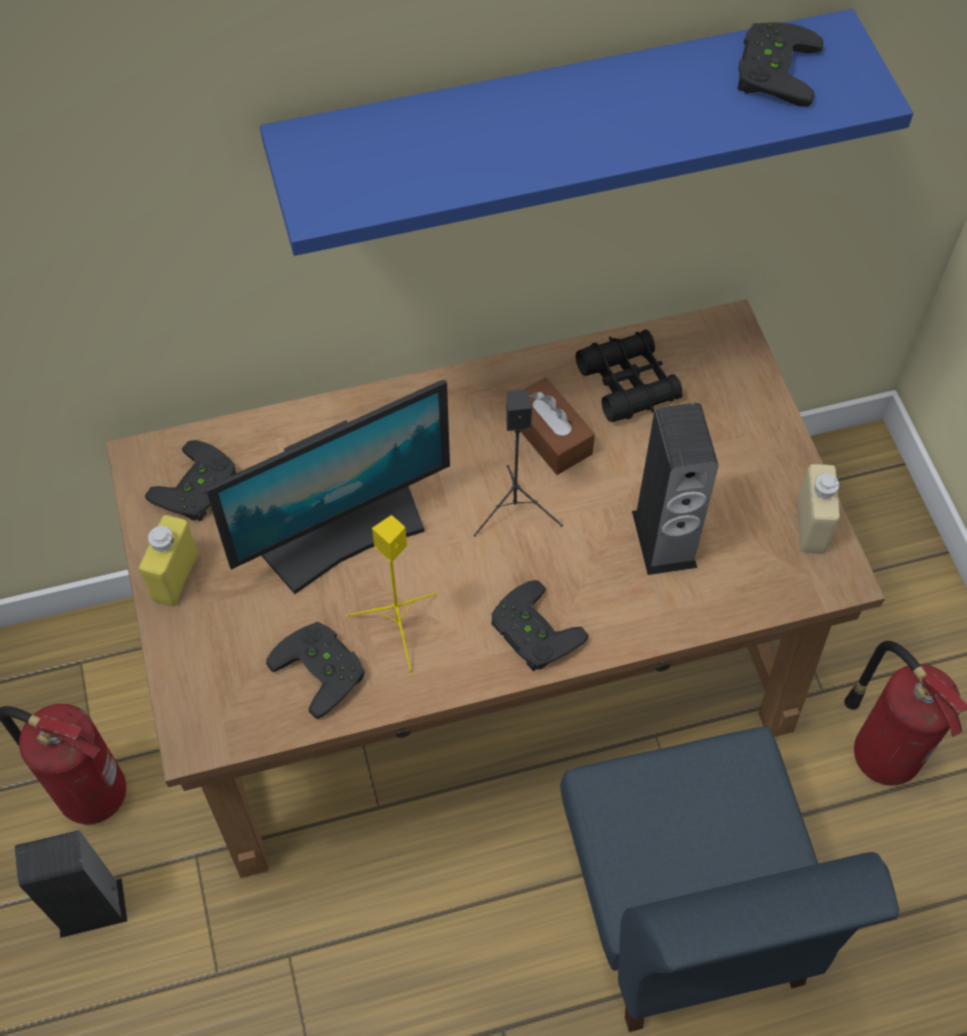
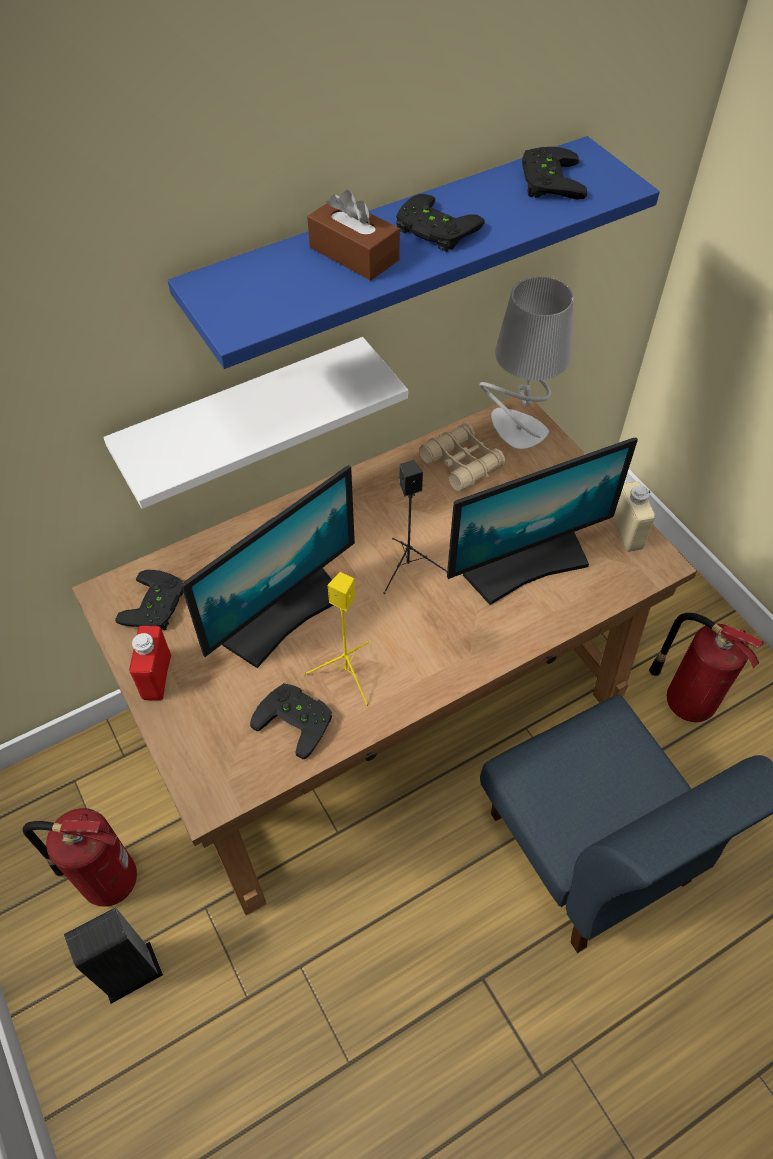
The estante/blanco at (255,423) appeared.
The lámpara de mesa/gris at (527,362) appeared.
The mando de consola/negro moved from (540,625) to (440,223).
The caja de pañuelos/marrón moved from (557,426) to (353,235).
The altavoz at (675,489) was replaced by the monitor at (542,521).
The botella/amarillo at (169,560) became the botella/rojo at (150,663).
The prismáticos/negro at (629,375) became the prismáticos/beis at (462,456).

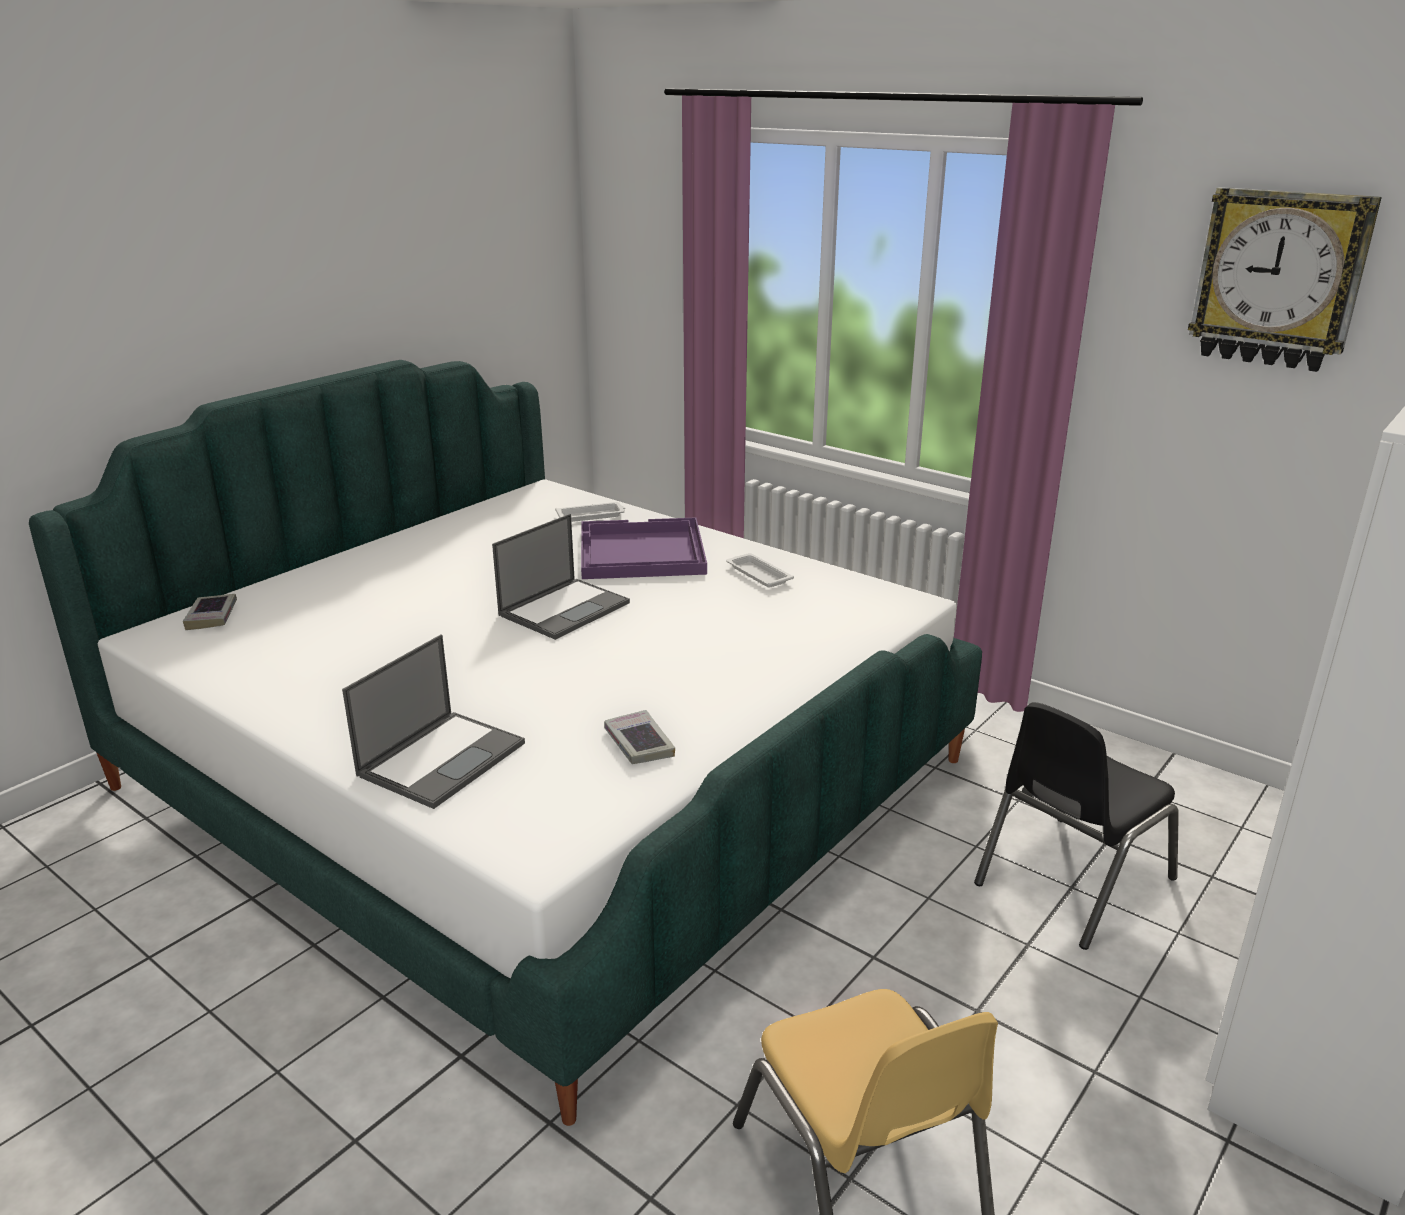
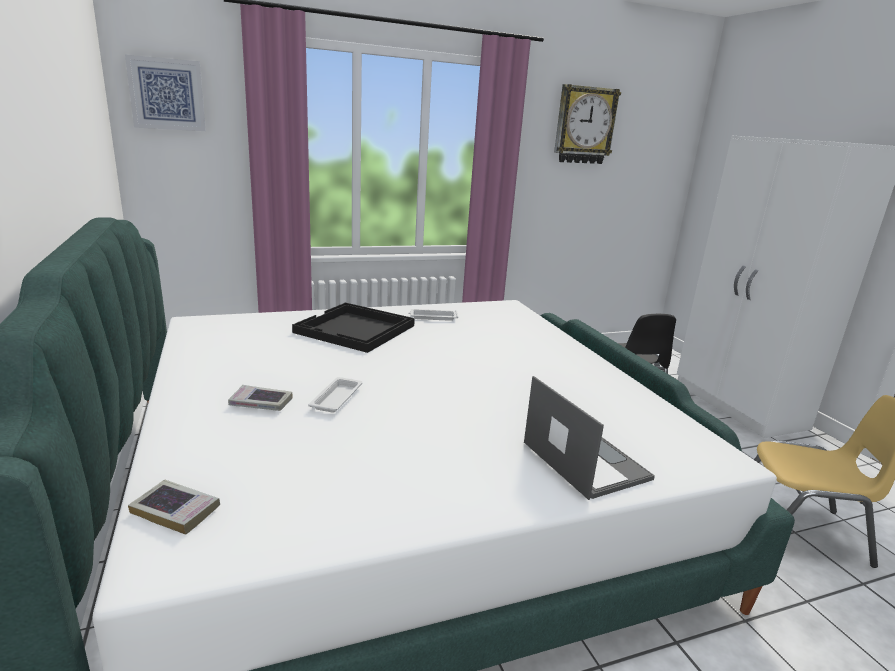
The portátil at (561,577) disappeared.
The cuadro at (165,93) appeared.
The bandeja/blanco moved from (590,512) to (335,395).
The libro moved from (639,737) to (260,398).
The bandeja/morado at (644,548) became the bandeja/negro at (353,327).

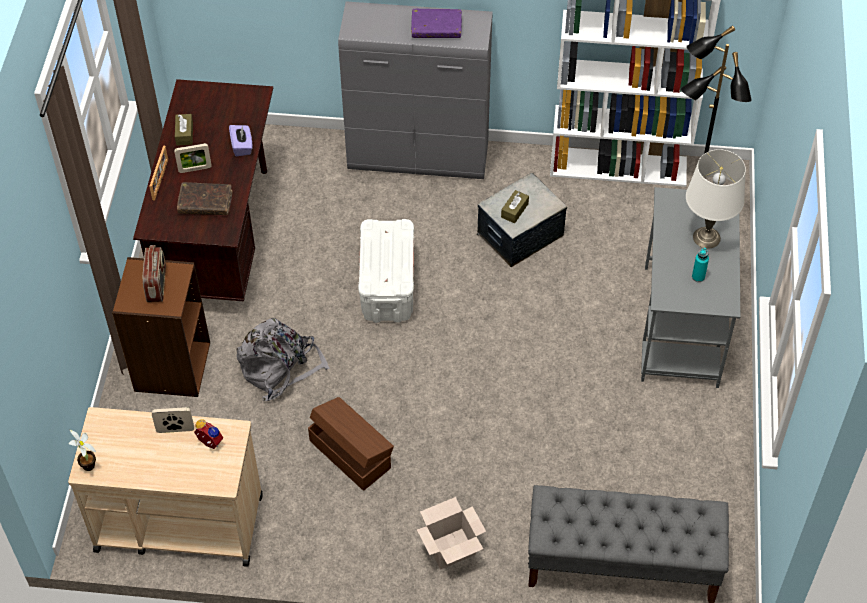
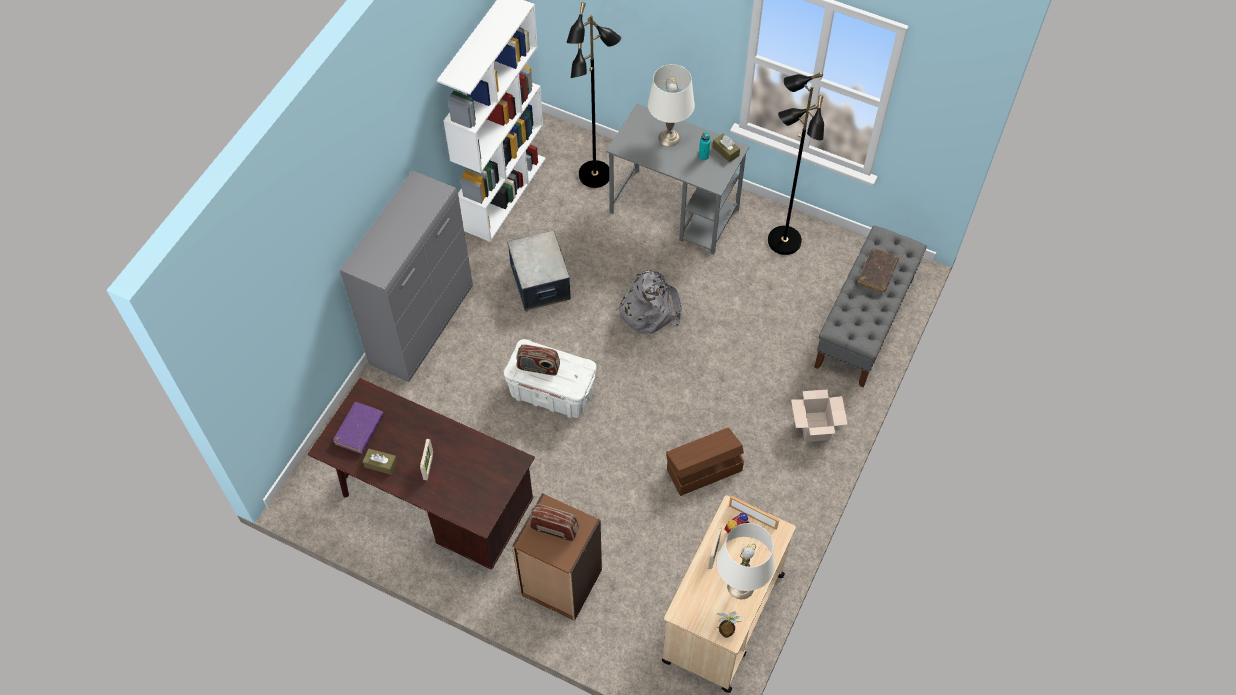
The caja de pañuelos/morado at (240,141) disappeared.
The radio at (538,359) appeared.
The lámpara de mesa/blanco at (746,561) appeared.
The lámpara de pie/negro at (796,163) appeared.
The portarretratos moved from (158,173) to (754,513).
The libro/marrón moved from (204,198) to (878,270).
The mochila/gris moved from (283,359) to (649,302).
The libro/morado moved from (436,23) to (358,428).
The caja de pañuelos/marrón moved from (515,206) to (726,148).

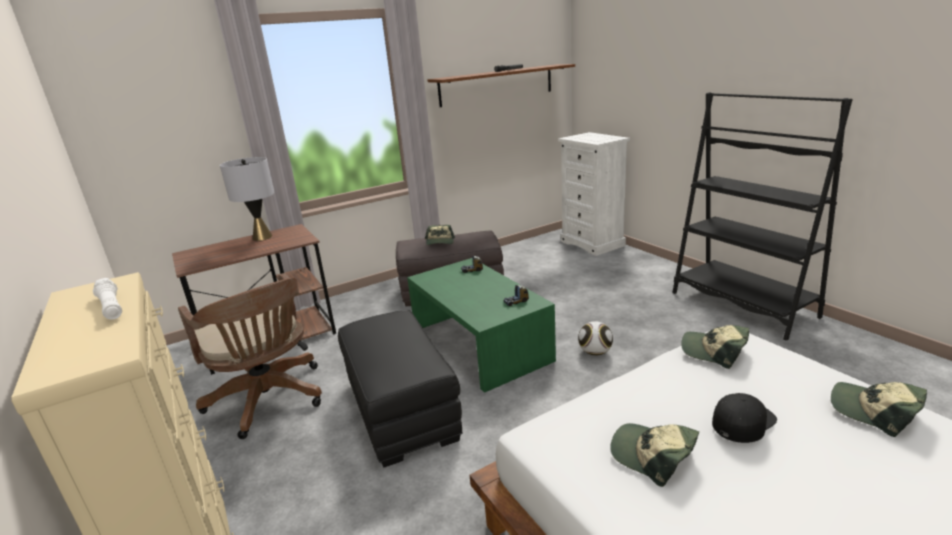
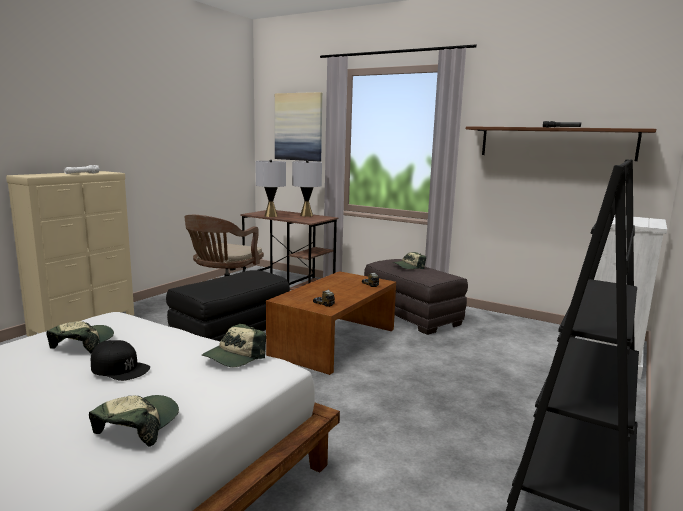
The balón de fútbol at (595,338) disappeared.
The lámpara de mesa/gris at (270,188) appeared.
The cuadro at (298,126) appeared.
The mesa de centro/verde at (481,325) became the mesa de centro/marrón at (331,323).
The gorra at (715,347) turned 150 degrees counterclockwise.

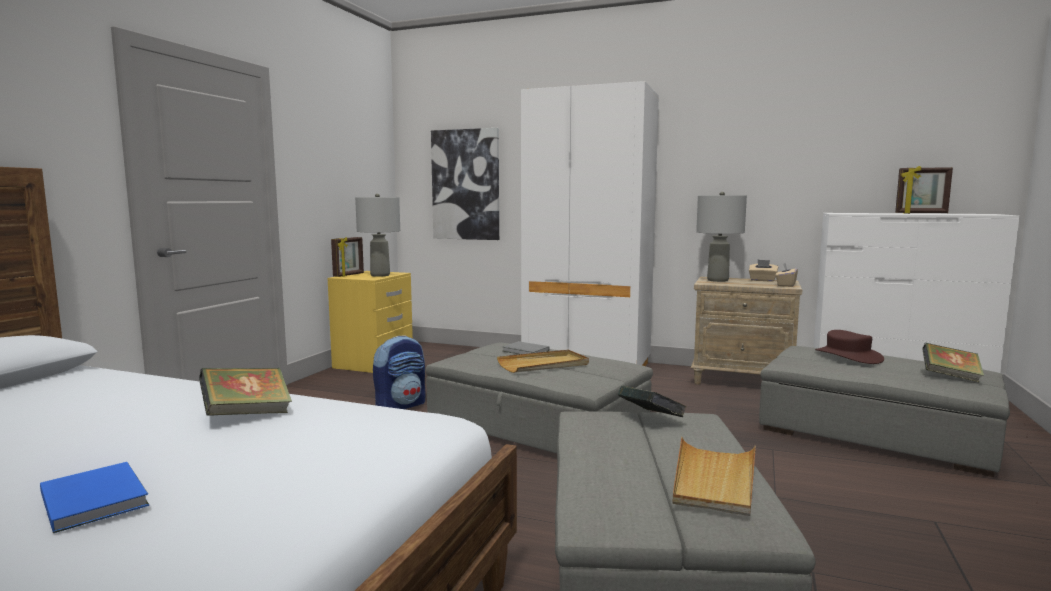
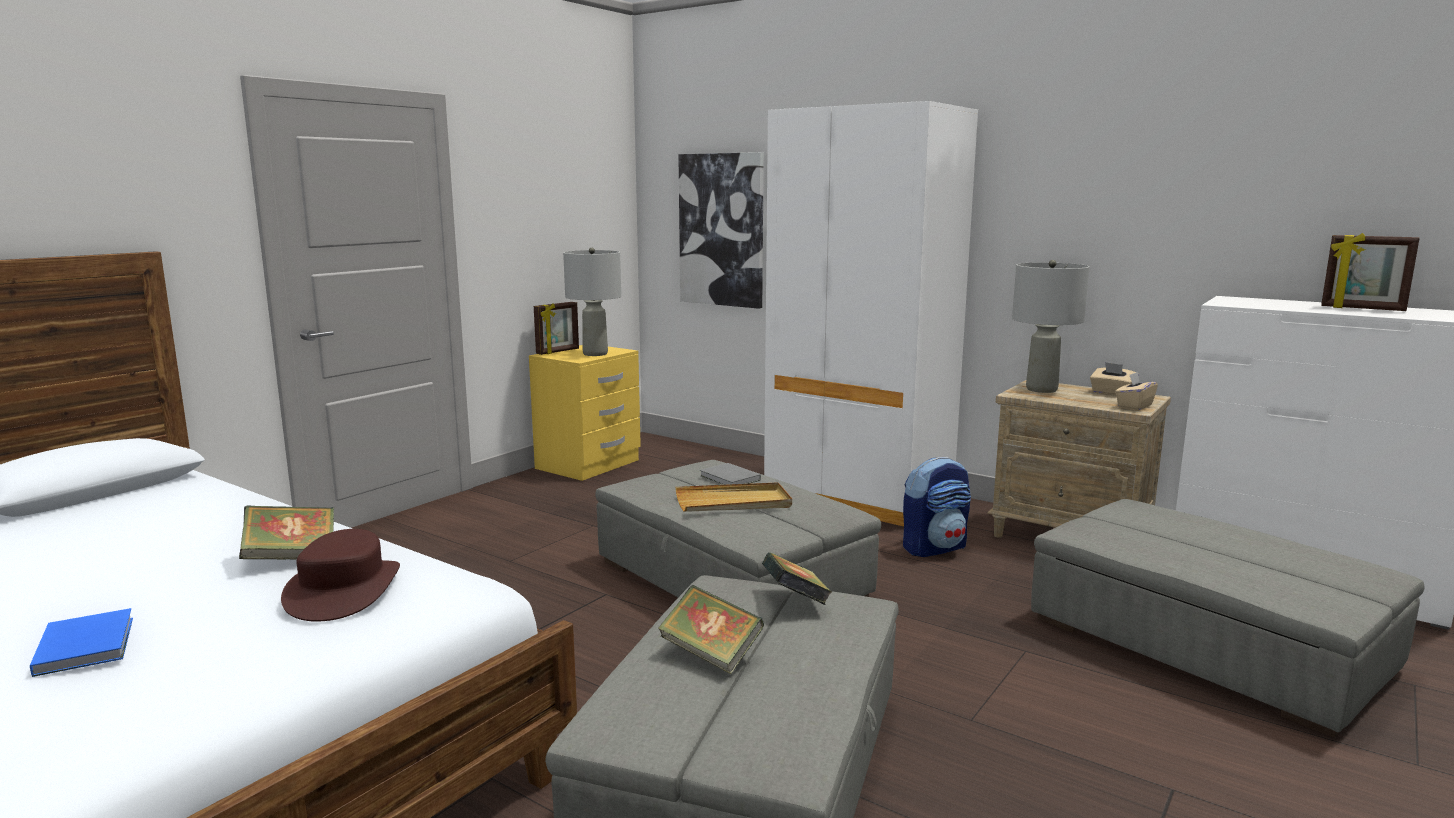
The bandeja/beis at (714,476) disappeared.
The mochila moved from (399,372) to (937,507).
The sombrero/marrón moved from (849,347) to (340,575).
The libro moved from (953,362) to (711,629).

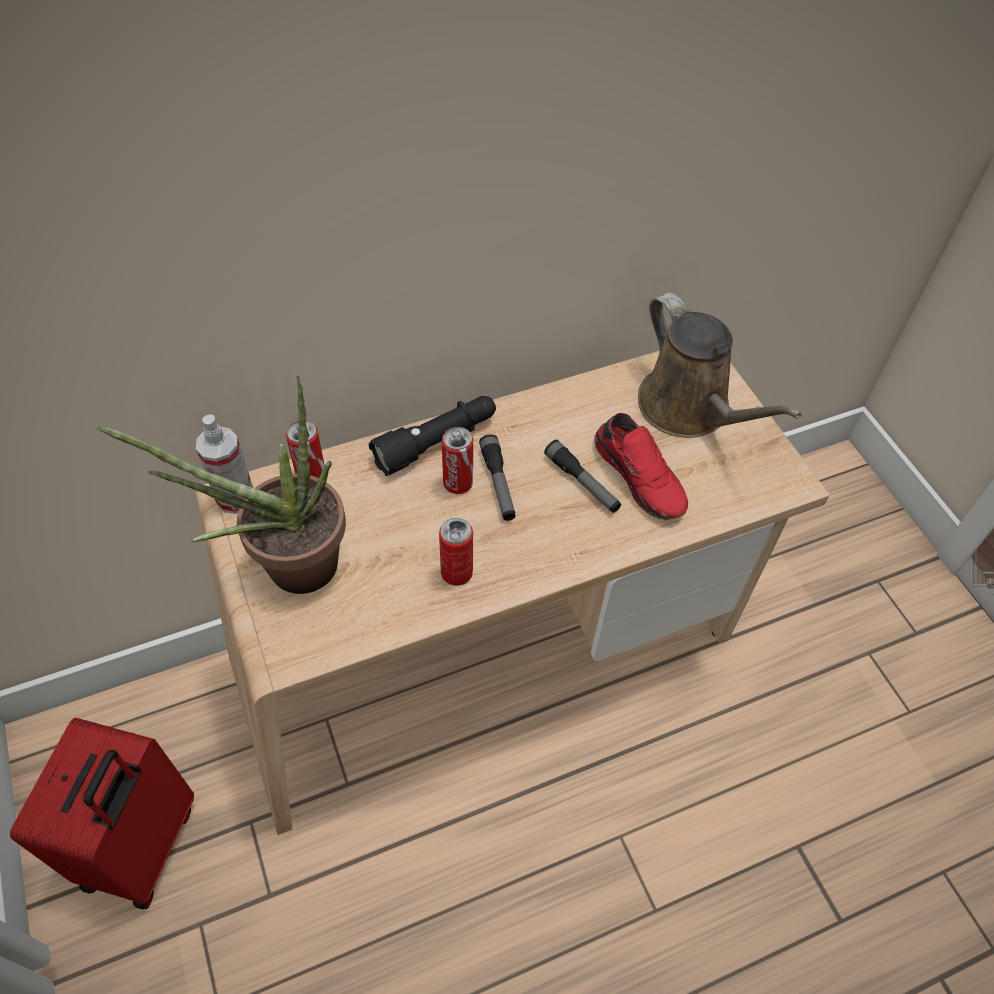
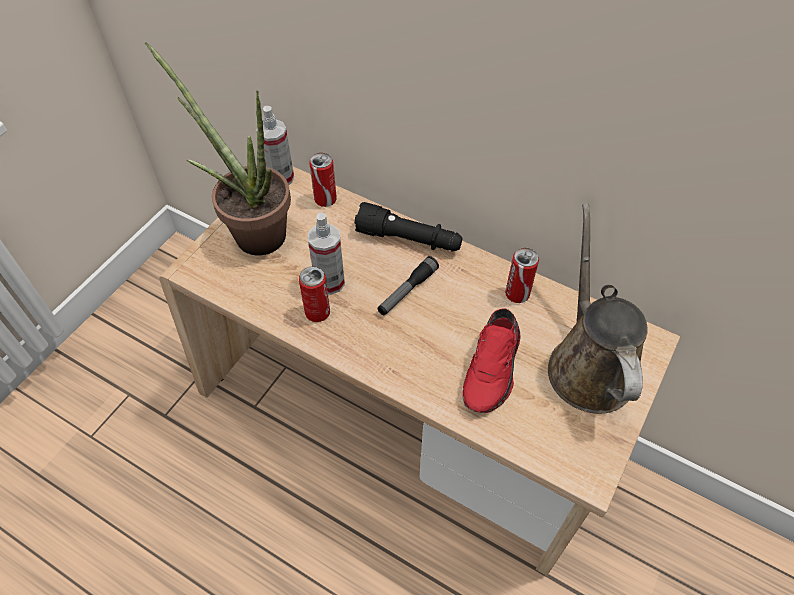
The maleta/rojo at (102,813) disappeared.
The linterna at (582,476) disappeared.
The pulverizador at (326,253) appeared.
The lata moved from (457,460) to (522,275).
The regadera/marrón at (720,365) turned 150 degrees clockwise.

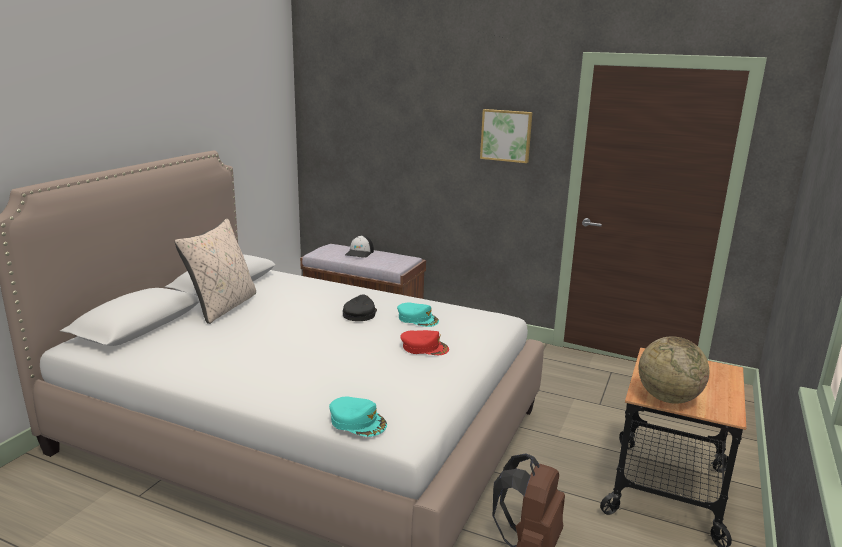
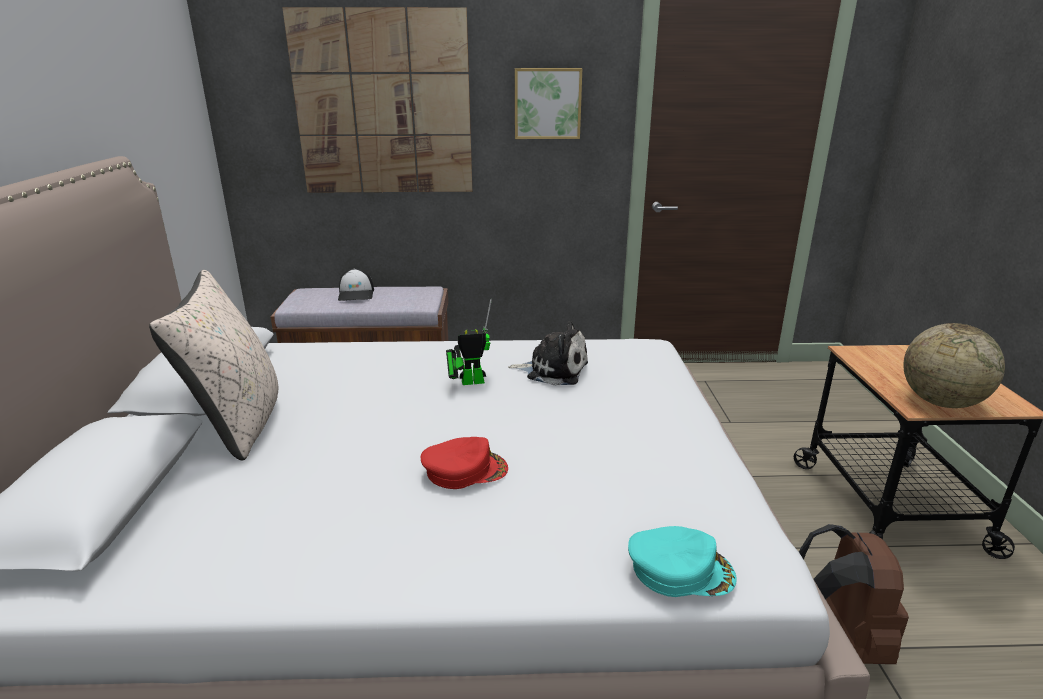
The cuadro at (377,100) appeared.
The gorra/rojo moved from (424,342) to (464,463).
The gorra/negro at (360,308) was replaced by the robot de juguete at (469,342).
The gorra/turquesa at (418,315) was replaced by the peluche at (548,353).

